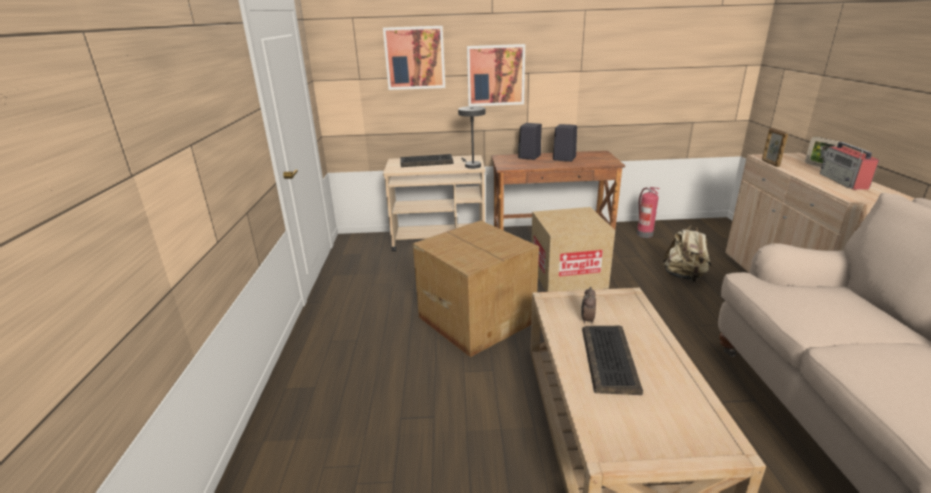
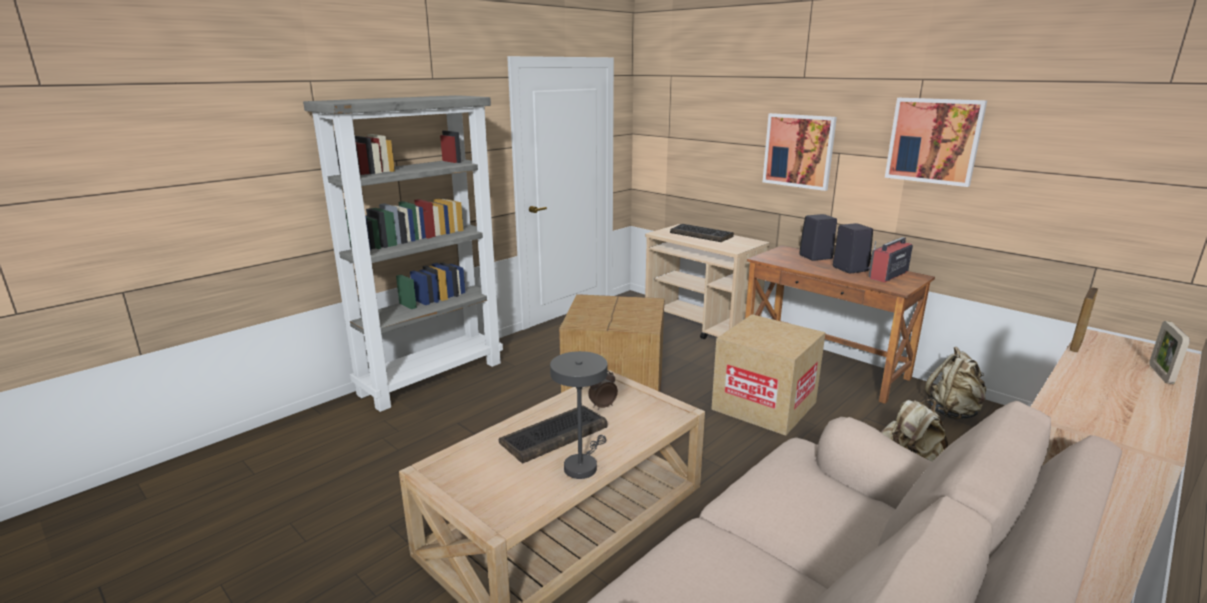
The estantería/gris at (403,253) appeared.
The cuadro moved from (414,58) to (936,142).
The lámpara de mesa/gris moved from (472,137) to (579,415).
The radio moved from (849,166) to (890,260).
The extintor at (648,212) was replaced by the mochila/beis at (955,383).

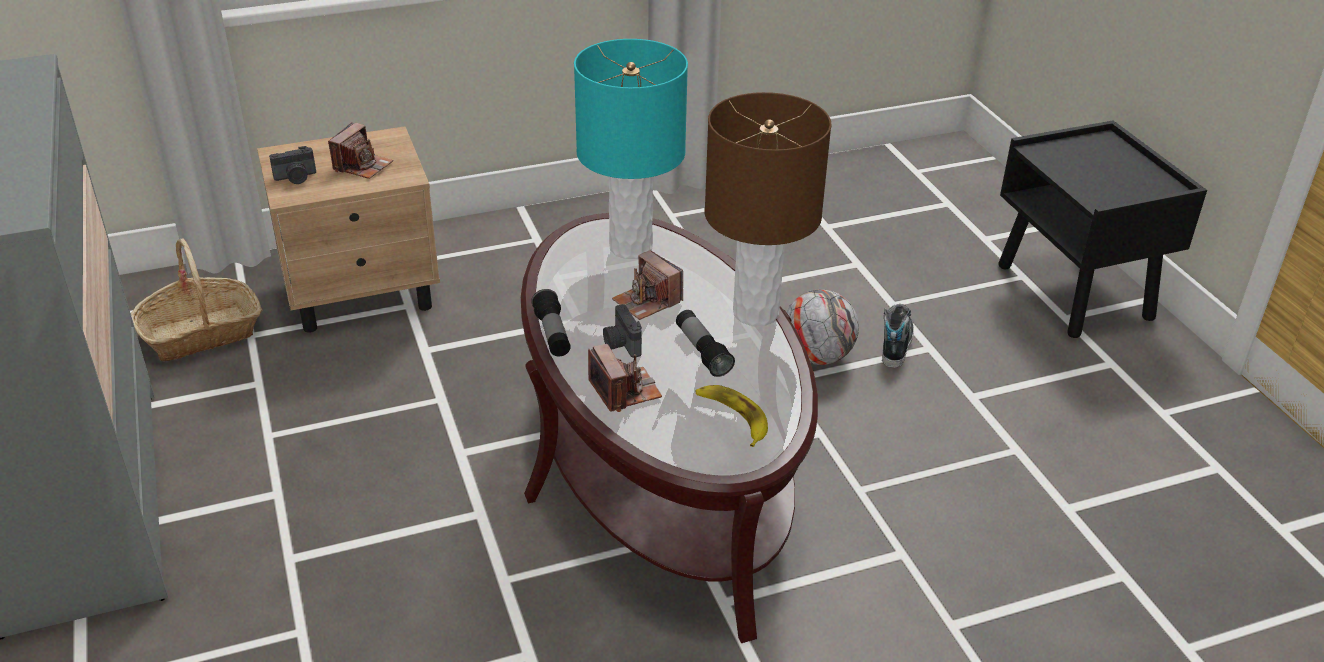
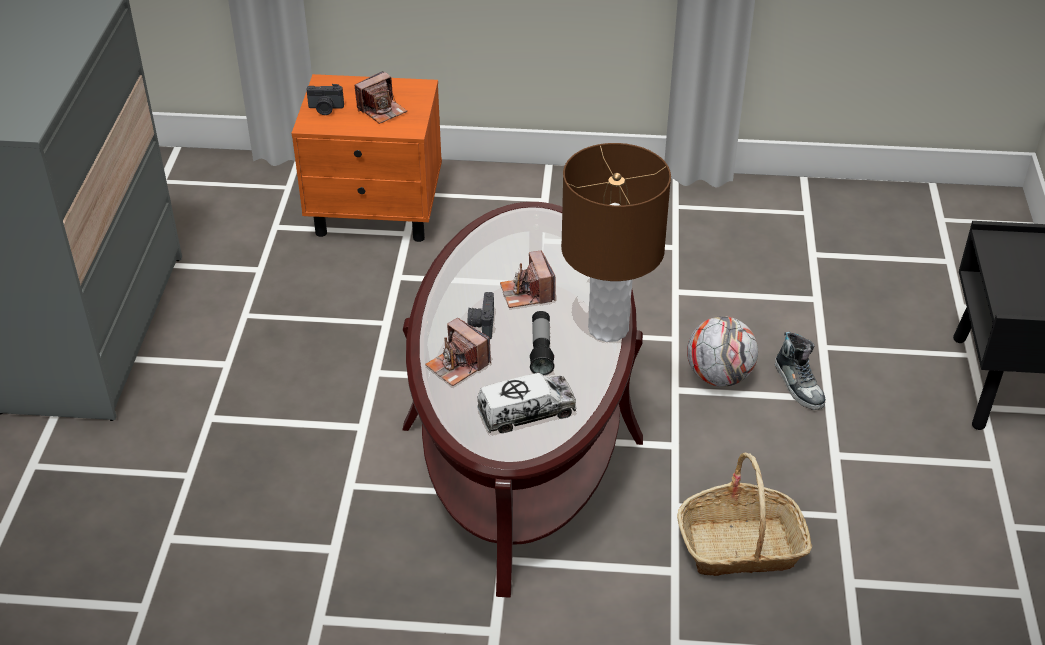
The linterna at (551,322) disappeared.
The lámpara de mesa/turquesa at (631,149) disappeared.
The cesta moved from (197,299) to (744,514).
The plátano at (731,416) was replaced by the camión de juguete at (527,403).
The mesita de noche/beis at (348,229) became the mesita de noche/naranja at (367,158).
The cámara at (625,378) turned 135 degrees clockwise.
The zapato at (898,336) turned 120 degrees clockwise.

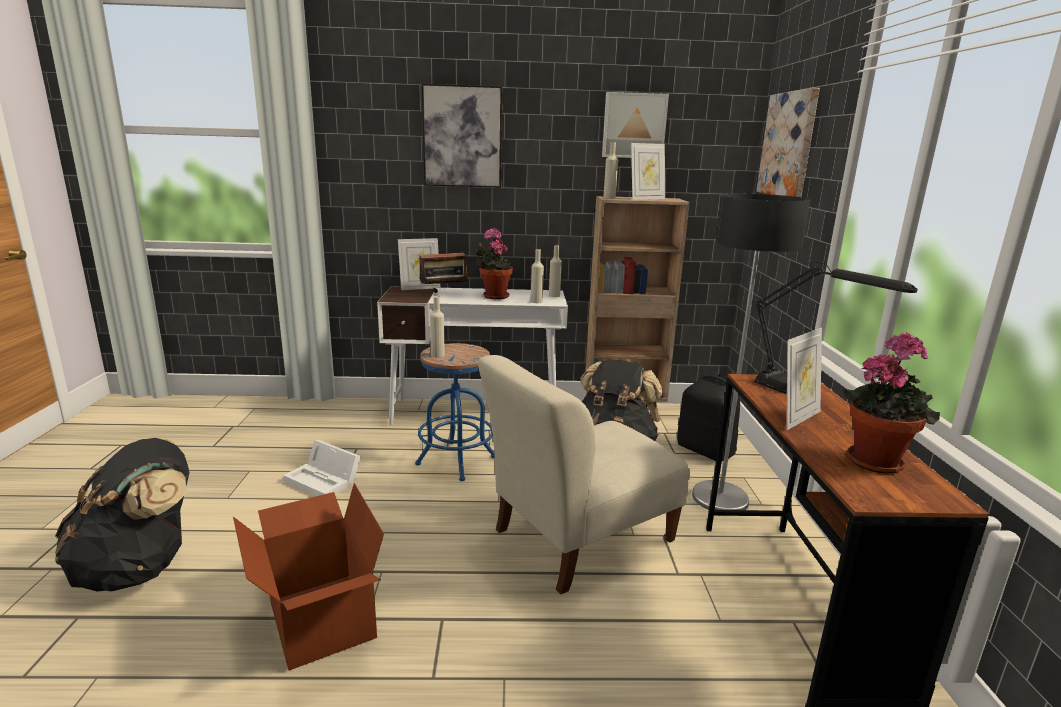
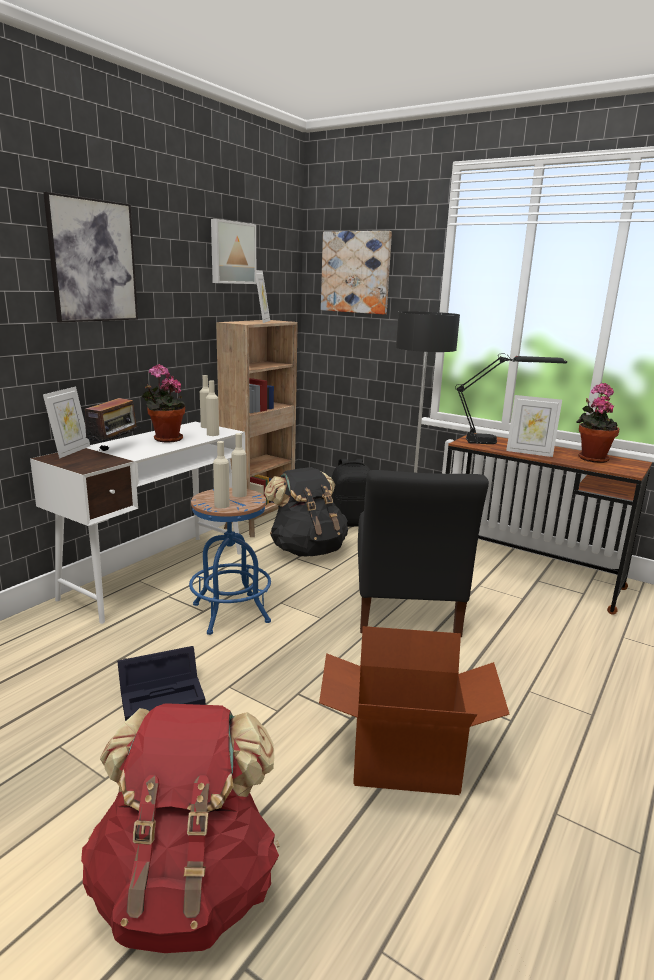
The botella/beis moved from (610,170) to (239,465).
The mochila/negro at (122,514) became the mochila/rojo at (180,828).
The caja de almacenaje/blanco at (322,468) became the caja de almacenaje/negro at (161,684).
The silla/beis at (584,474) became the silla/negro at (423,553).
The portarretratos at (804,379) turned 120 degrees clockwise.

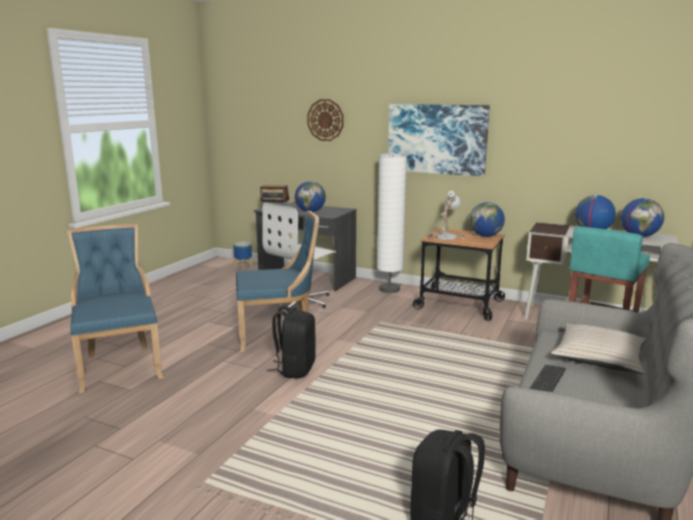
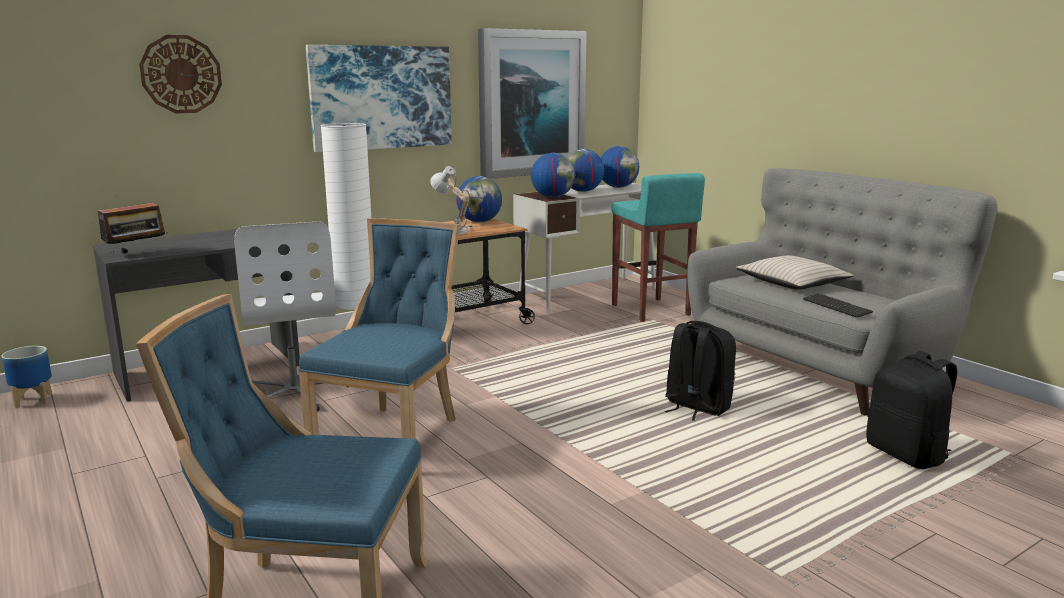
The cuadro at (532,103) appeared.
The mochila/negro moved from (291,342) to (700,371).
The globo terráqueo moved from (310,196) to (553,175).

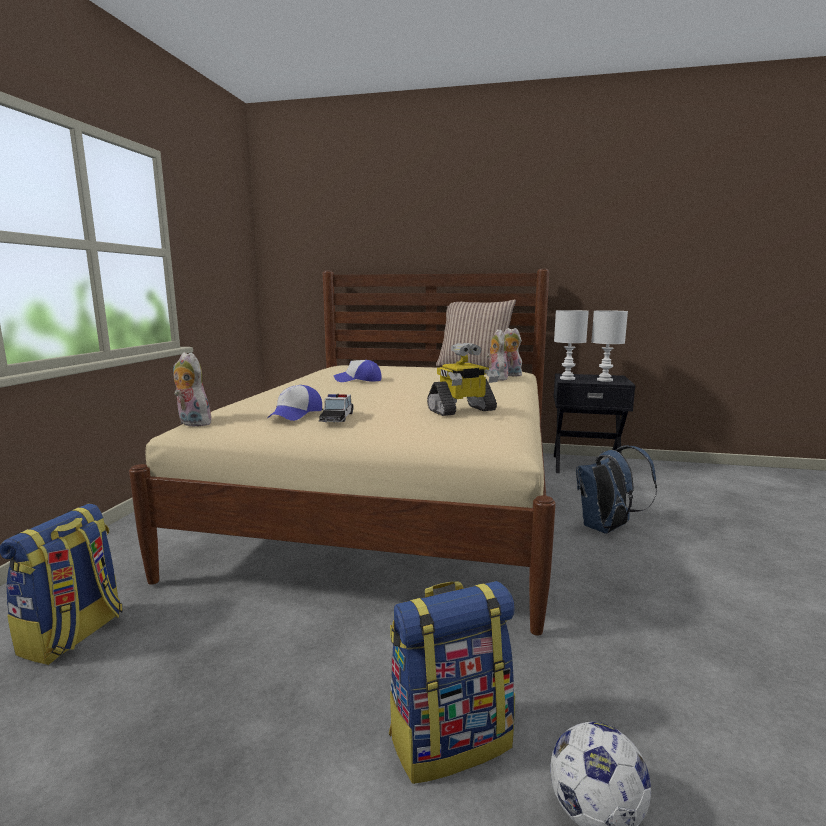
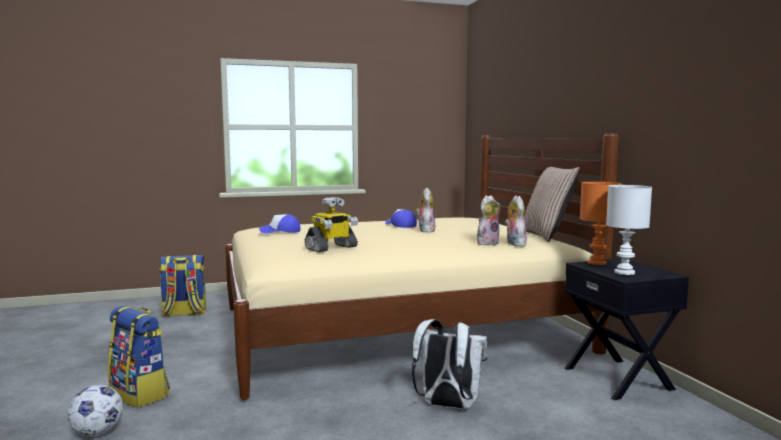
The coche de juguete at (336,408) disappeared.
The peluche moved from (194,389) to (425,210).
The lámpara de mesa/blanco at (571,345) became the lámpara de mesa/naranja at (600,223).
The mochila/azul at (616,489) became the mochila/blanco at (450,364).
The robot de juguete at (463,379) turned 75 degrees counterclockwise.

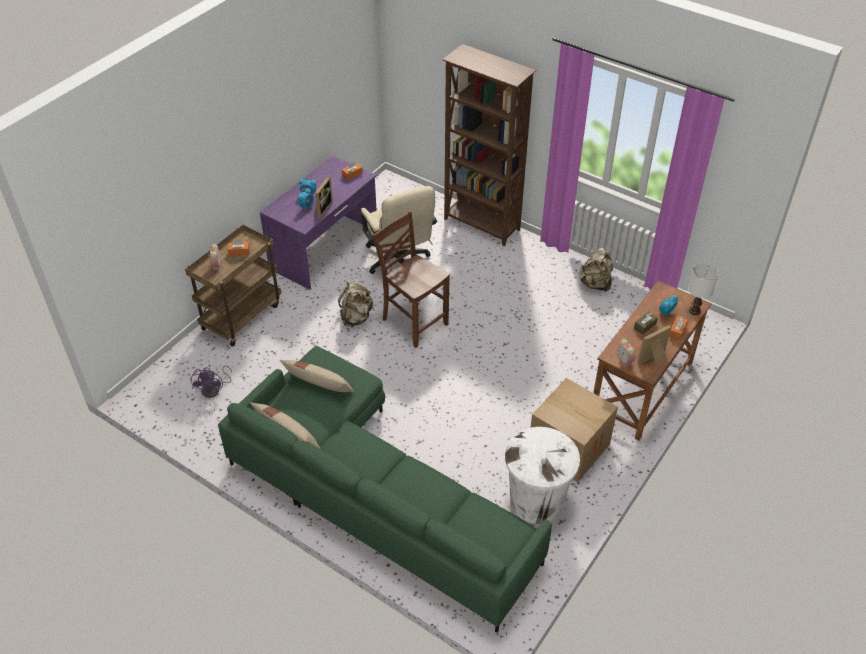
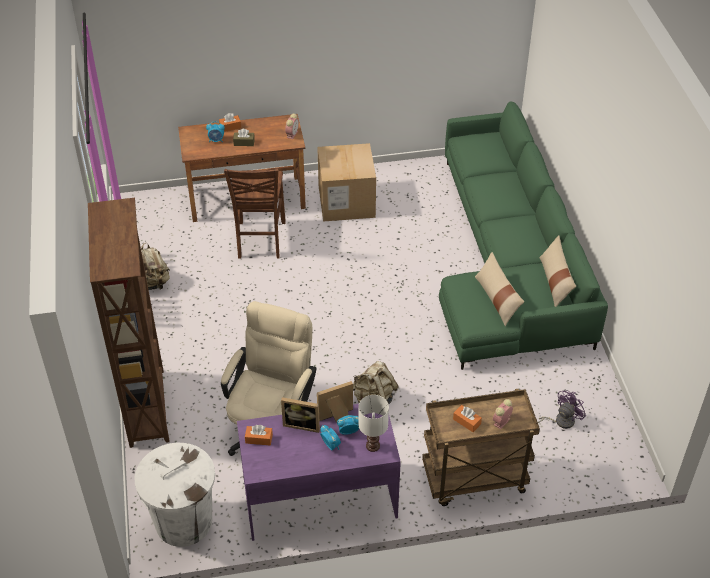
The silla/marrón moved from (411,279) to (255,214).
The papelera/blanco moved from (542,475) to (174,495).
The portarretratos moved from (654,345) to (300,415).
The lámpara de mesa/blanco moved from (703,289) to (373,423).

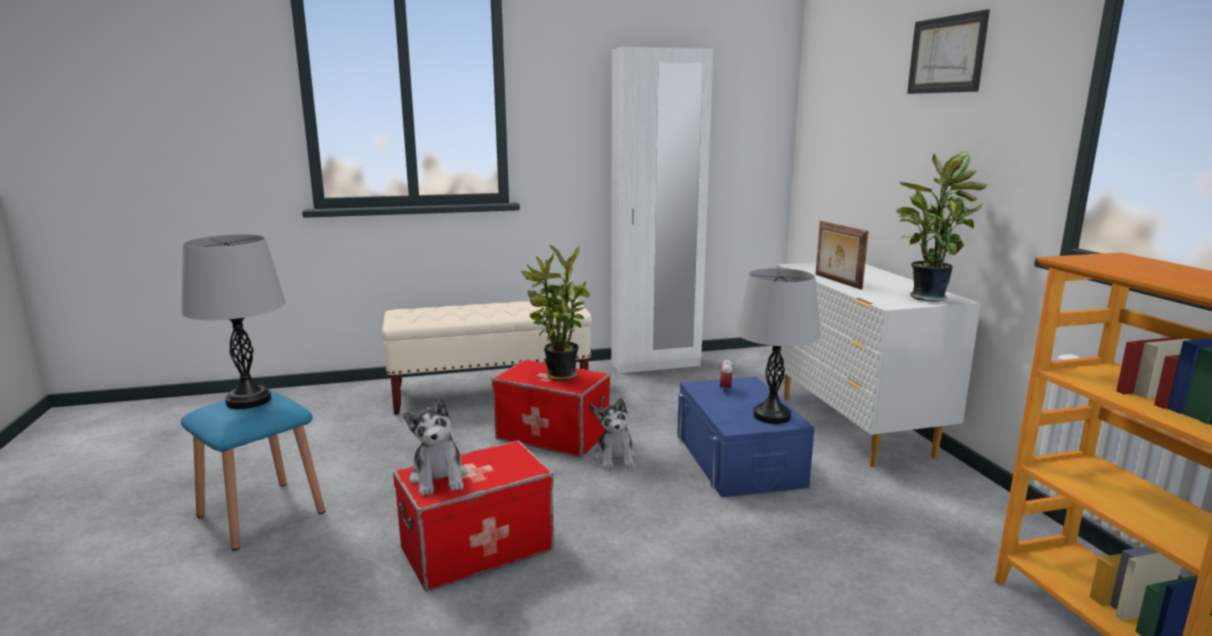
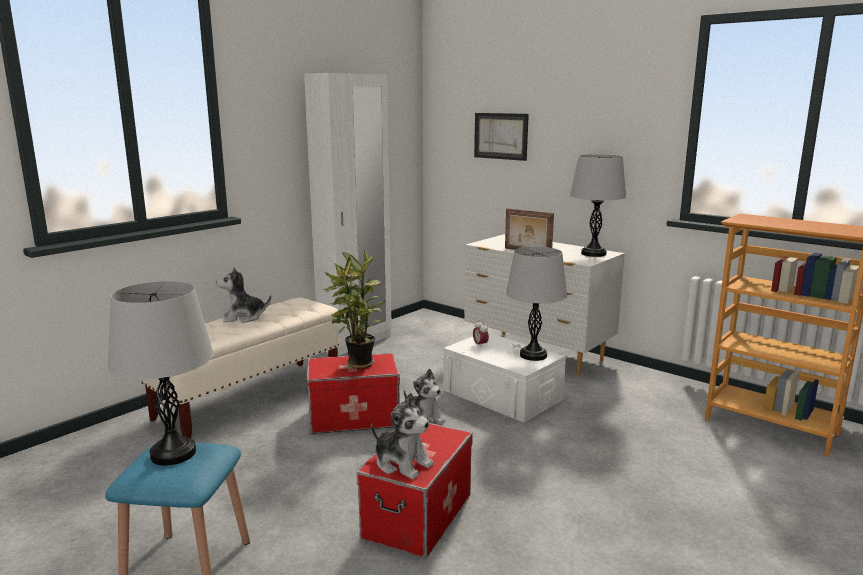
The peluche at (243,295) appeared.
The cuadro moved from (948,52) to (501,137).
The planta en maceta at (942,226) was replaced by the lámpara de mesa/gris at (598,205).
The caja de almacenaje/azul at (745,437) became the caja de almacenaje/blanco at (504,378).

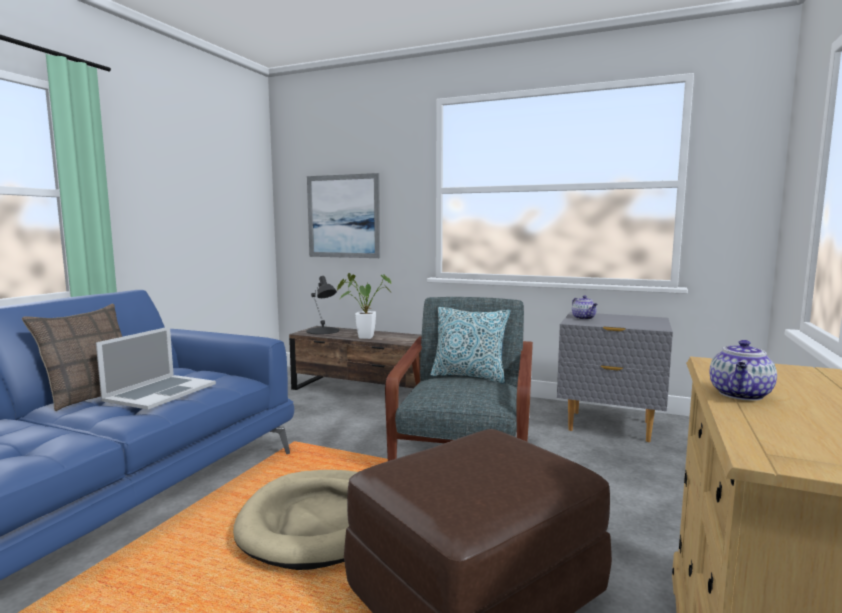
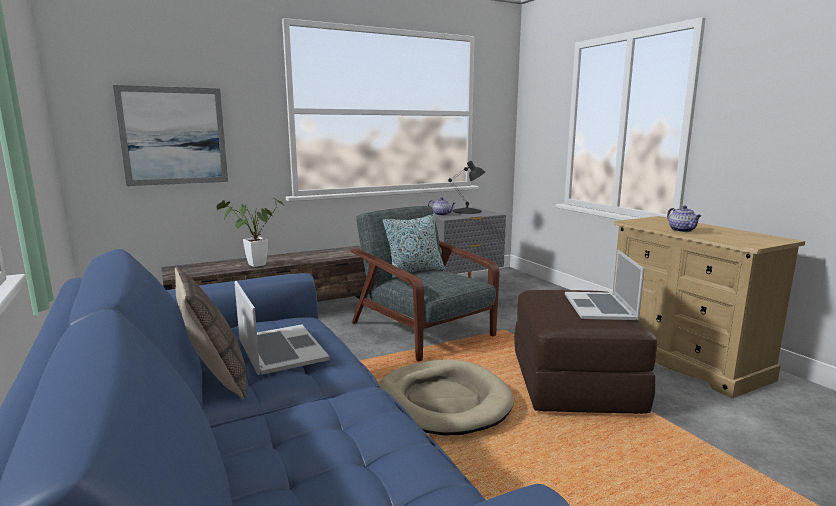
The portátil at (605,285) appeared.
The lámpara de mesa/negro moved from (323,305) to (466,187).

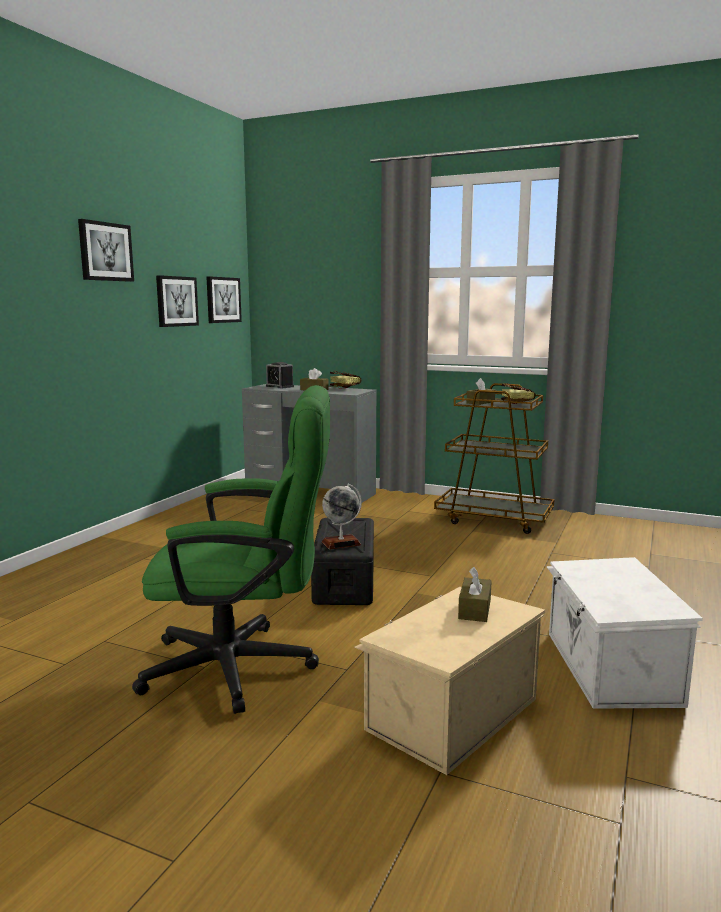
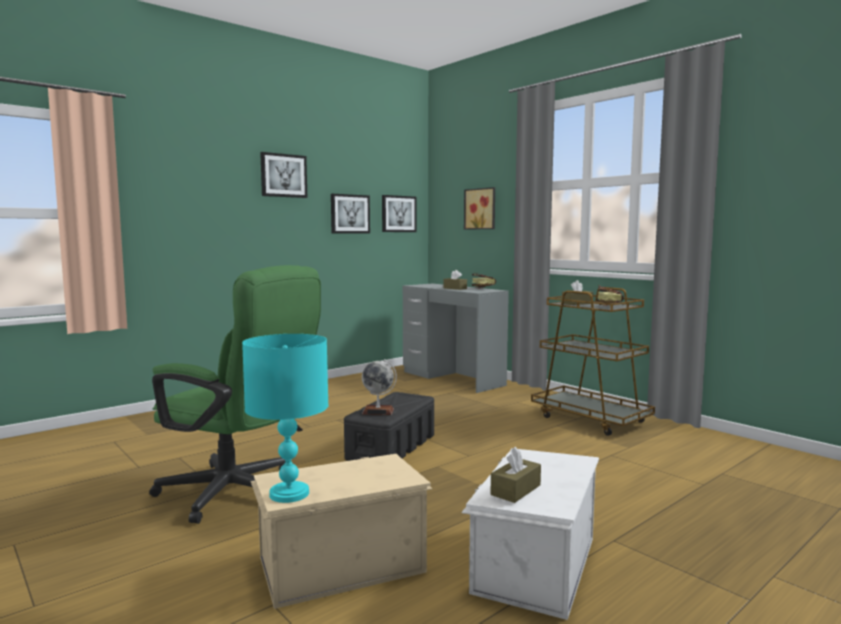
The despertador at (280,375) disappeared.
The lámpara de mesa/turquesa at (285,418) appeared.
The cuadro at (479,208) appeared.
The caja de pañuelos/marrón moved from (475,594) to (516,474).

